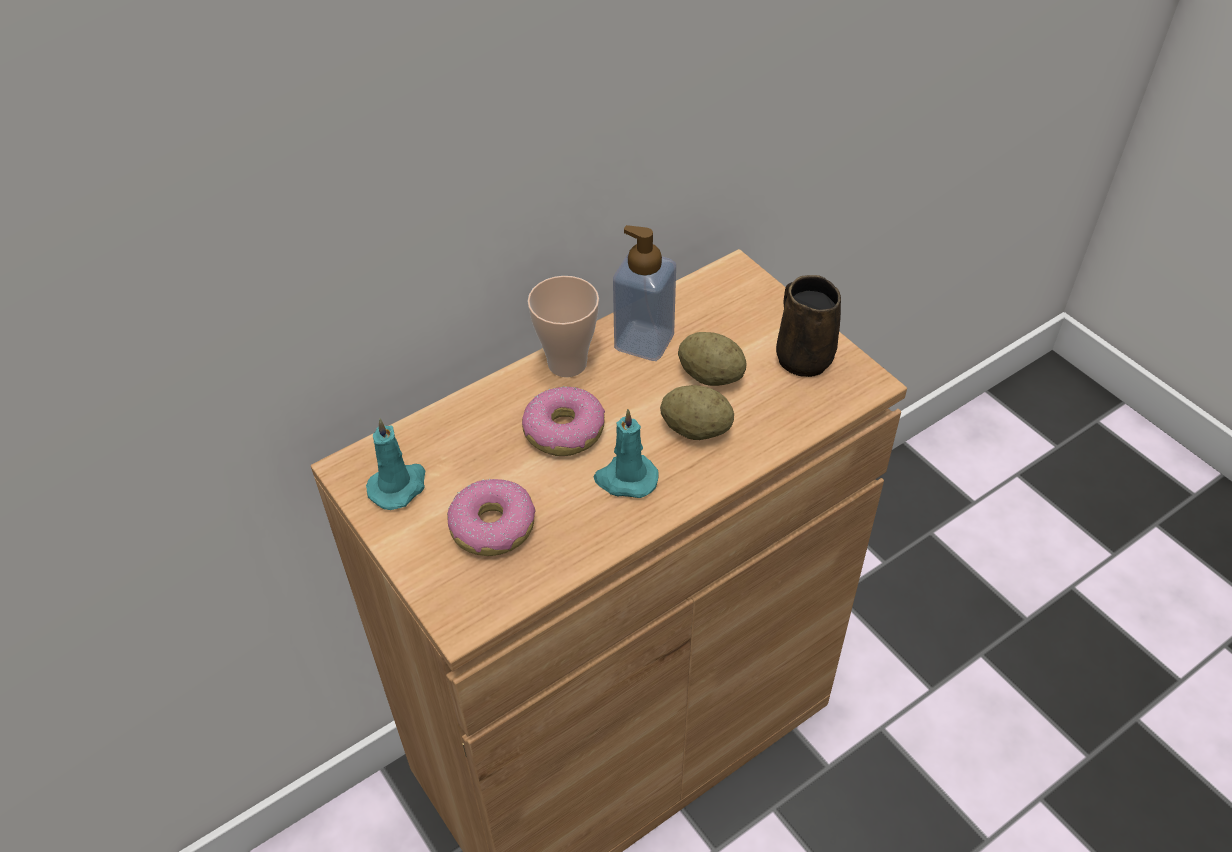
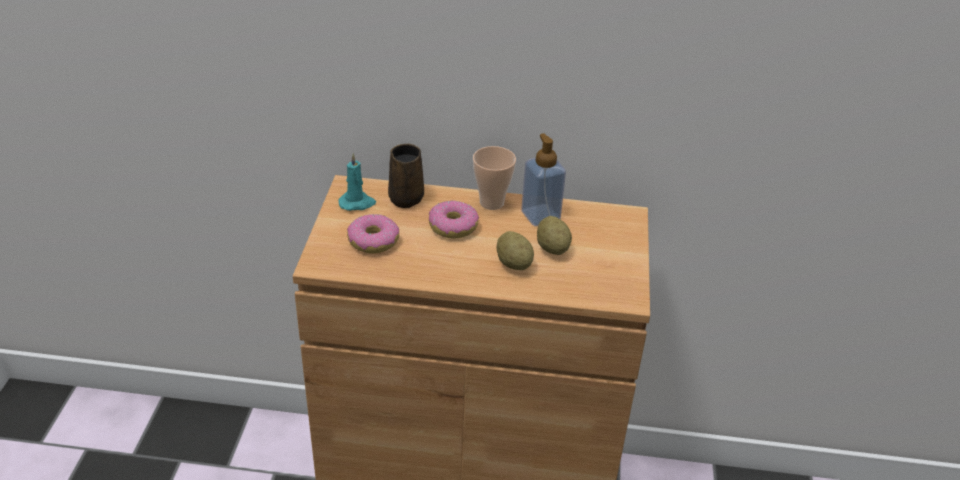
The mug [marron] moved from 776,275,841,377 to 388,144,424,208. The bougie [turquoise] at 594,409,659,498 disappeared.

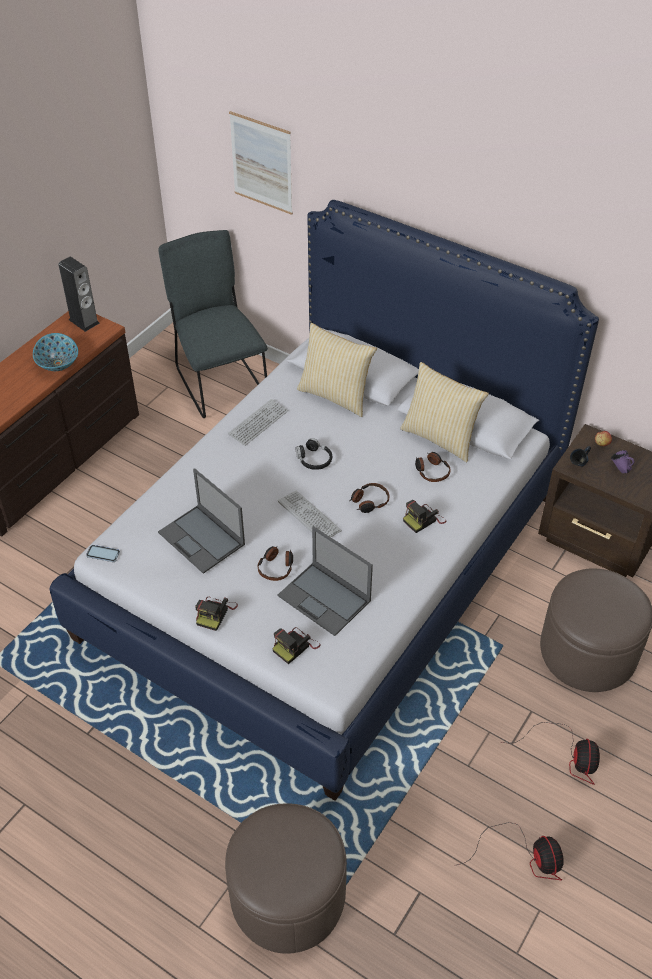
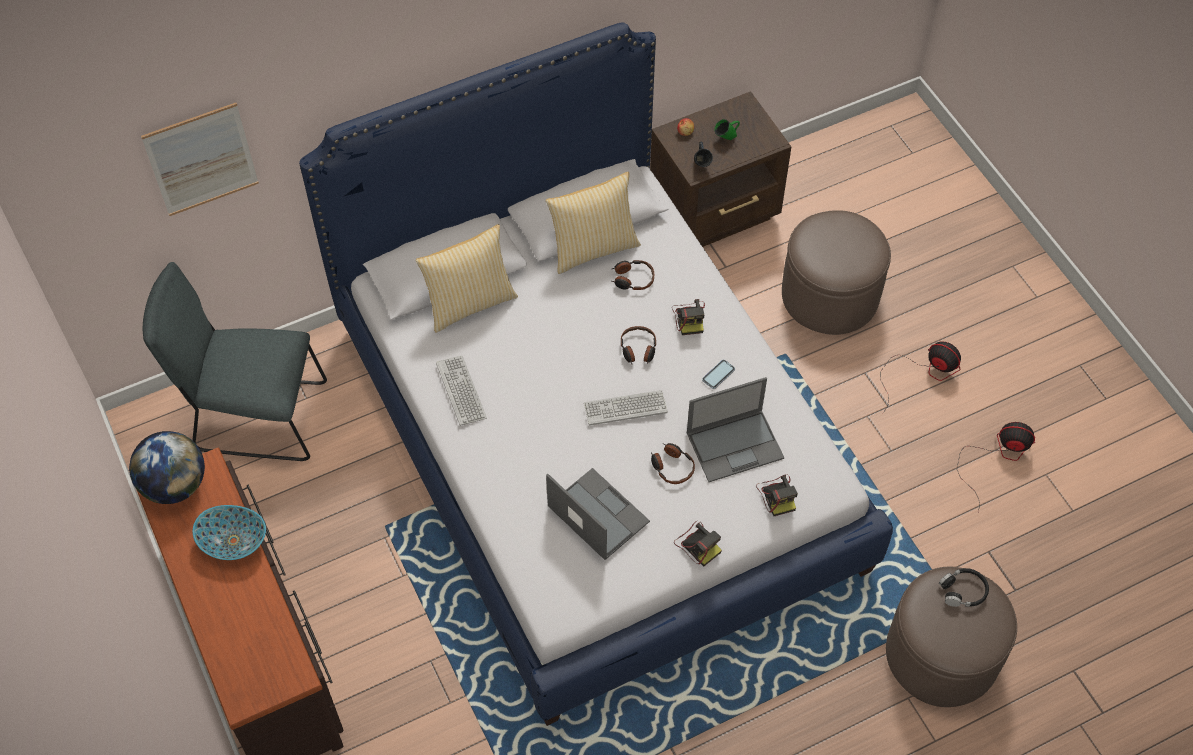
The enceinte at 58,257,100,332 was replaced by the globe at 129,431,205,504. The ordinateur portable at 158,468,245,574 turned 120 degrees counterclockwise. The téléphone moved from 86,545,120,562 to 702,360,735,389. The mug [violet] at 611,450,634,473 became the mug [vert] at 714,119,740,140. The casque audio [noir] moved from 295,438,332,470 to 939,568,989,607.

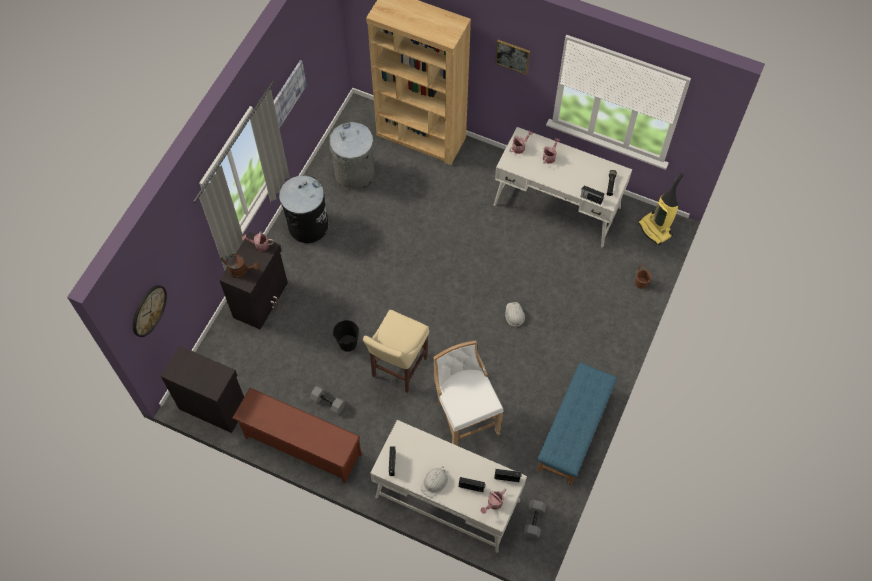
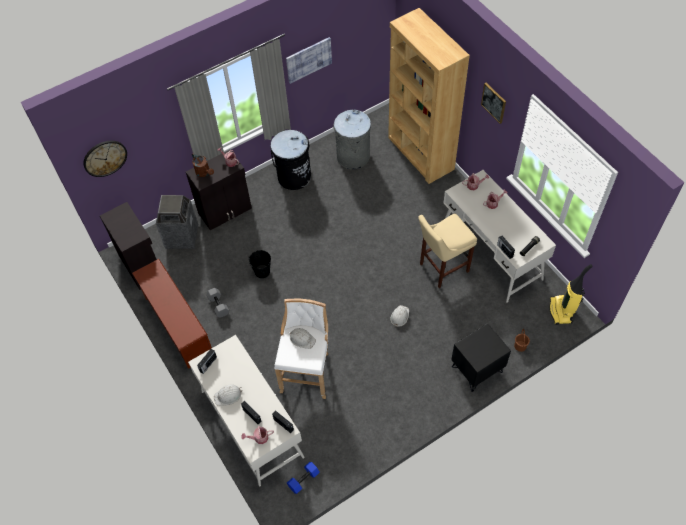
The poubelle at 156,195,198,249 appeared. The haltère [gris] at 523,500,546,539 became the haltère [bleu] at 287,462,320,494. The casque de chantier [blanc] at 289,328,316,349 appeared. The tabouret [beige] moved from 363,310,429,393 to 418,213,477,288. The table de chevet [noir] at 451,323,511,392 appeared. The banc [bleu] at 537,362,617,485 disappeared.

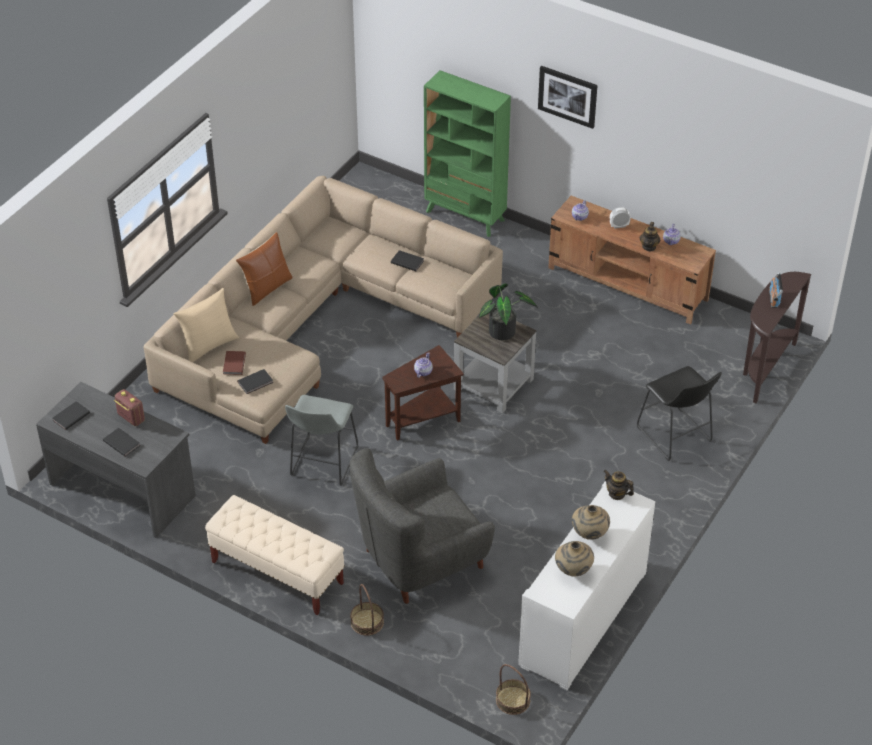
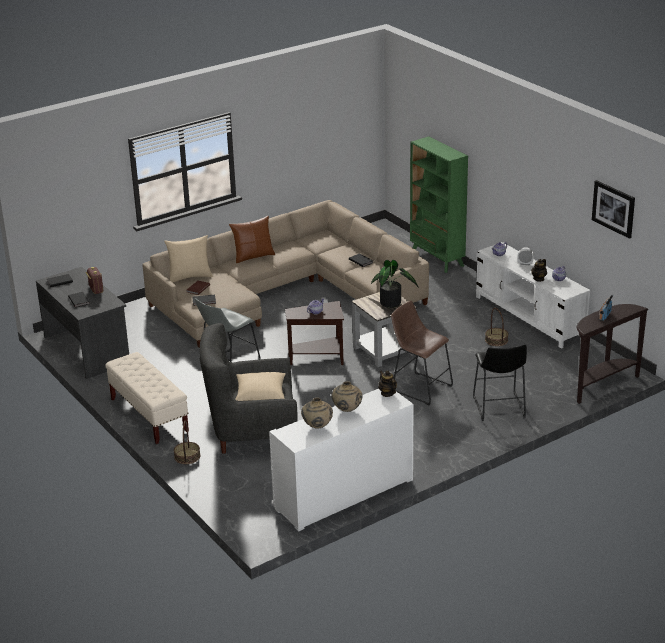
The coussin [beige] at 235,372,286,401 appeared. The tabouret [marron] at 391,301,453,405 appeared. The meuble télé [marron] at 548,196,716,324 became the meuble télé [blanc] at 476,242,590,349. The panier moved from 496,664,531,715 to 485,308,509,346. The tableau moved from 538,66,598,129 to 592,180,635,239.

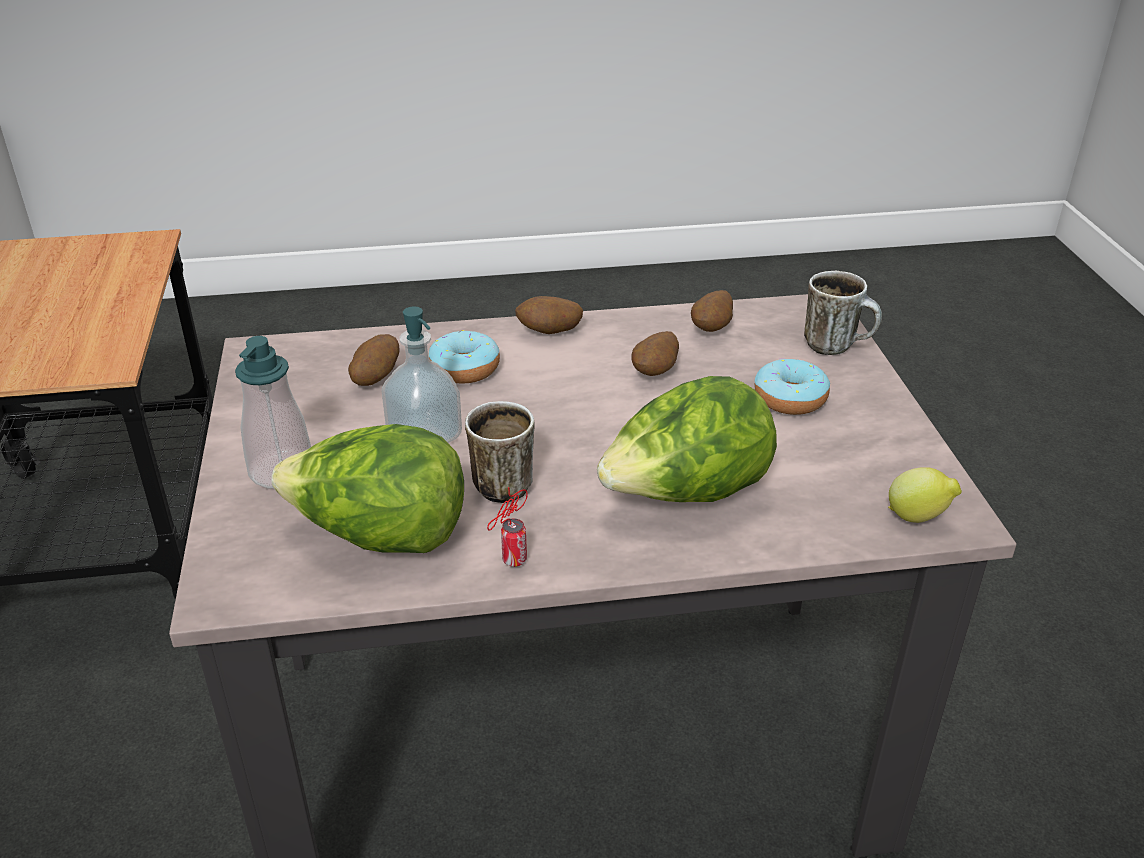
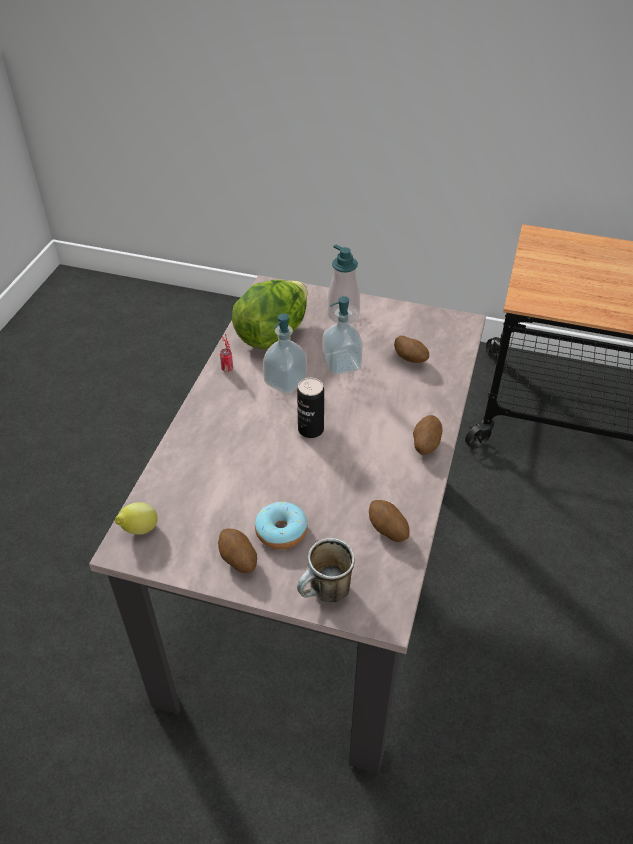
The pomme de terre moved from 631,331,679,376 to 218,528,257,573. The mug at 465,401,535,503 was replaced by the distributeur de savon at 263,314,307,394. The boîte métallique at 297,378,324,438 appeared. The beignet at 428,330,500,383 disappeared. The laitue at 597,376,777,502 disappeared.

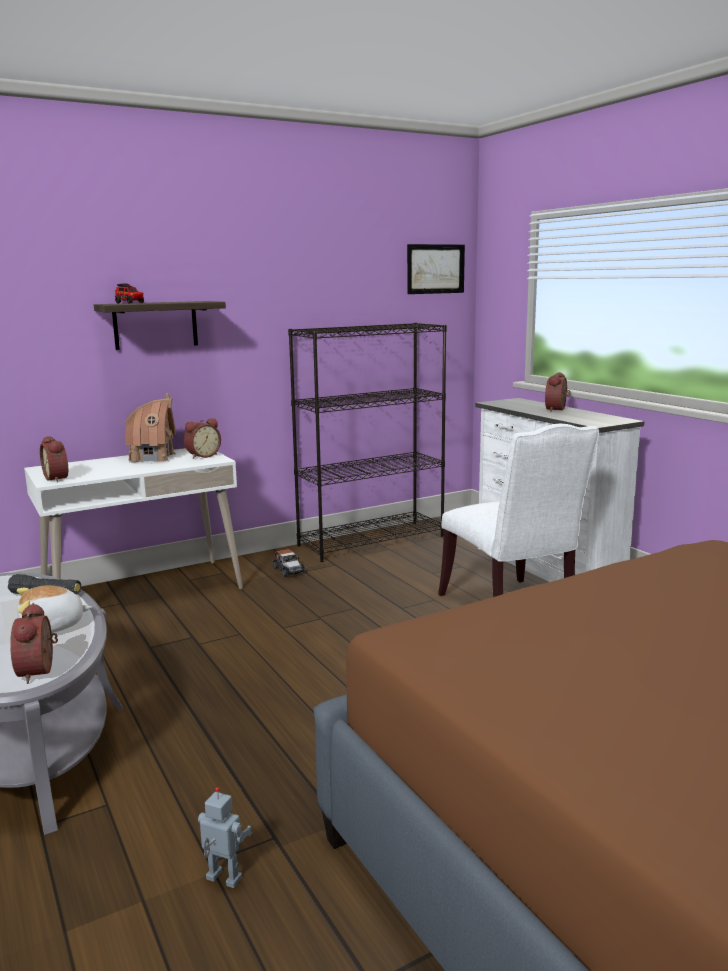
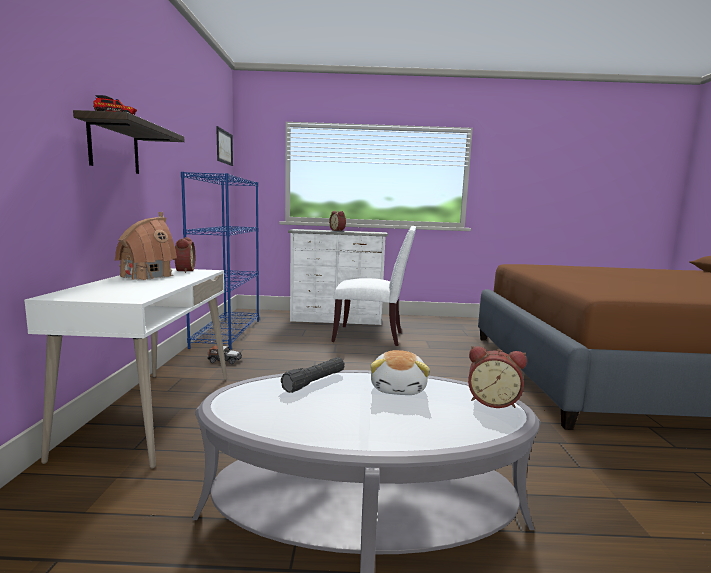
The bibliothèque [noir] at 288,323,447,562 became the bibliothèque [bleu] at 181,172,259,350. The réveil at 40,436,68,482 disappeared. The robot jouet at 198,787,252,888 disappeared.

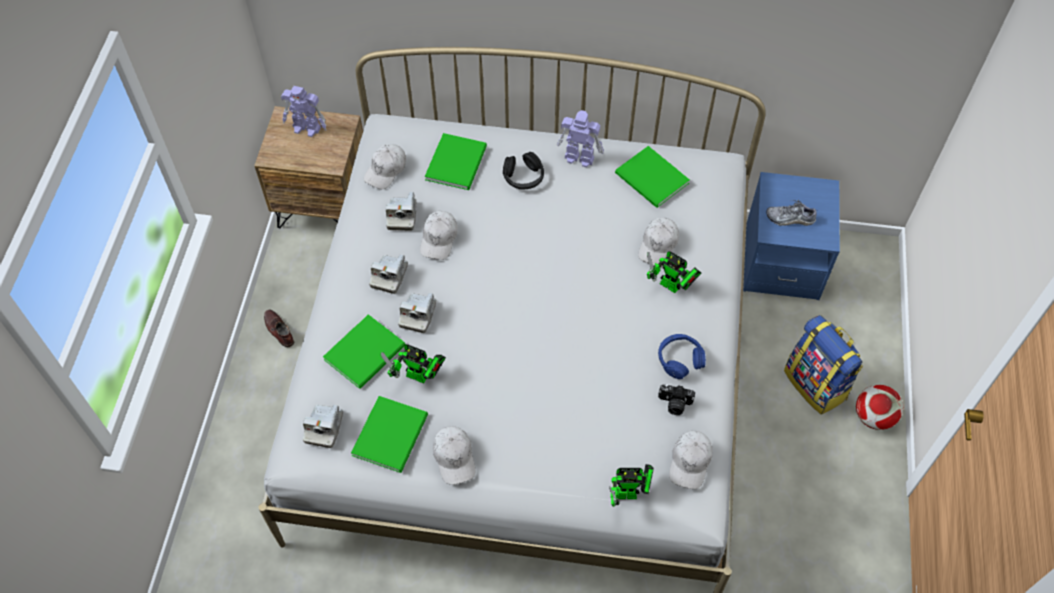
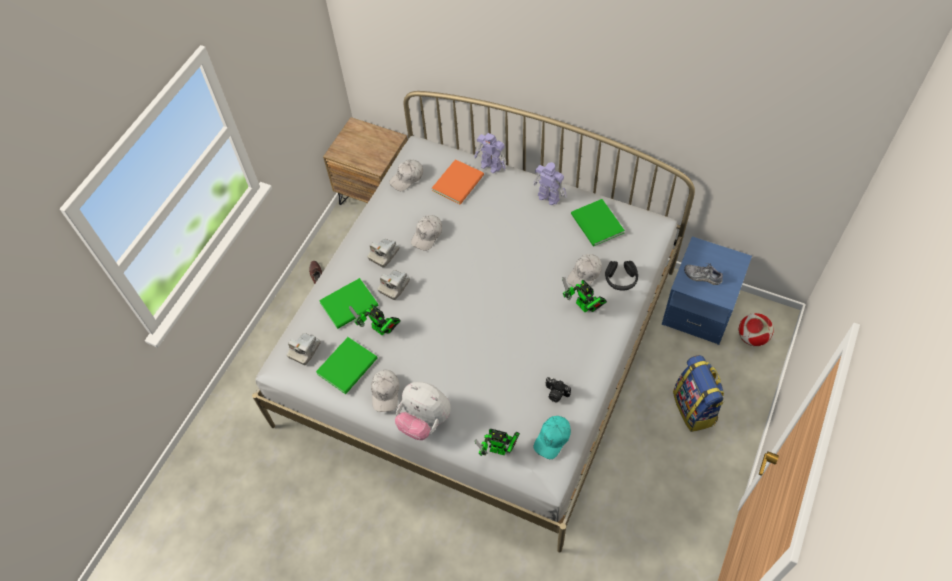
The peluche at 395,382,451,440 appeared. The livre [vert] at 425,133,487,190 became the livre [orange] at 432,159,484,204. The robot jouet moved from 281,86,326,137 to 474,133,506,173. The casquette [blanc] at 669,431,713,489 became the casquette [turquoise] at 533,416,571,459. The casque audio [noir] moved from 503,152,544,189 to 605,261,638,291. The ballon de foot moved from 856,385,903,430 to 738,313,774,346. The appareil photo at 386,192,416,231 disappeared. The casque audio [bleu] at 658,334,706,379 disappeared.

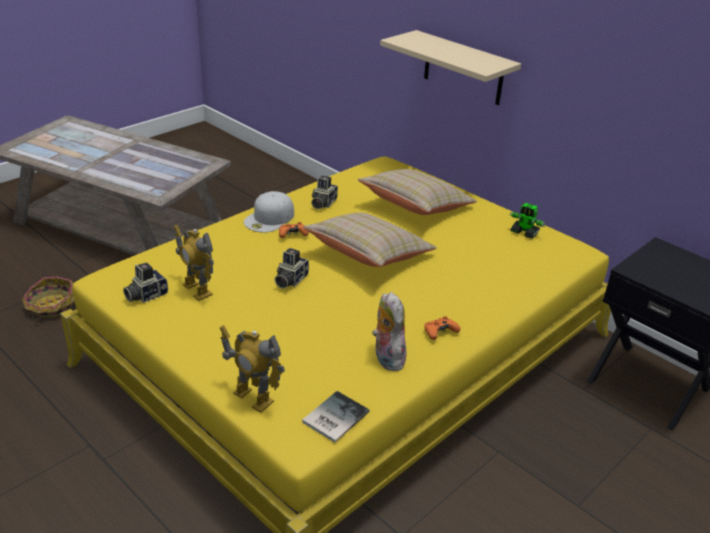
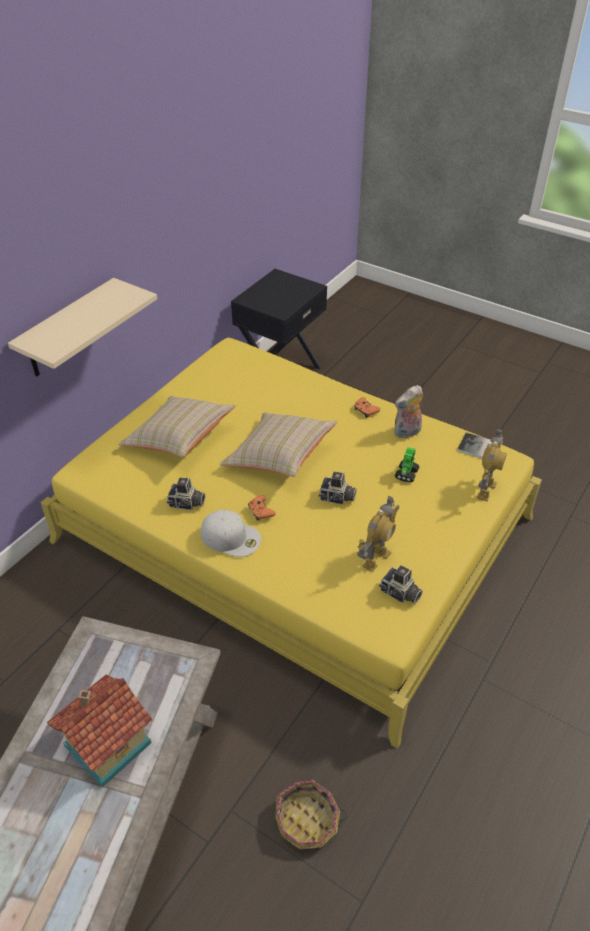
The maison miniature at 47,675,153,787 appeared. The robot jouet moved from 510,203,546,239 to 395,447,420,482.

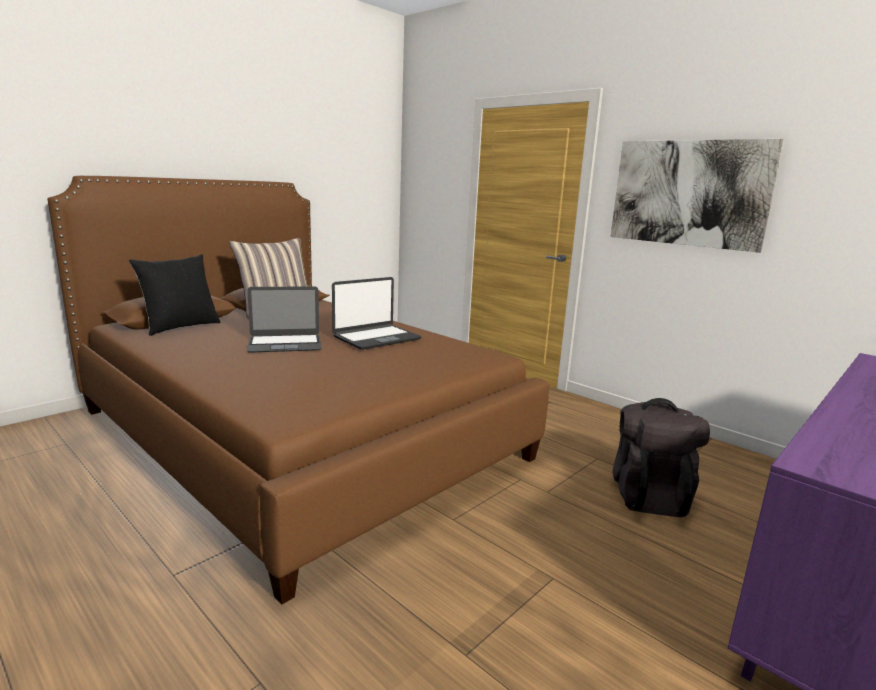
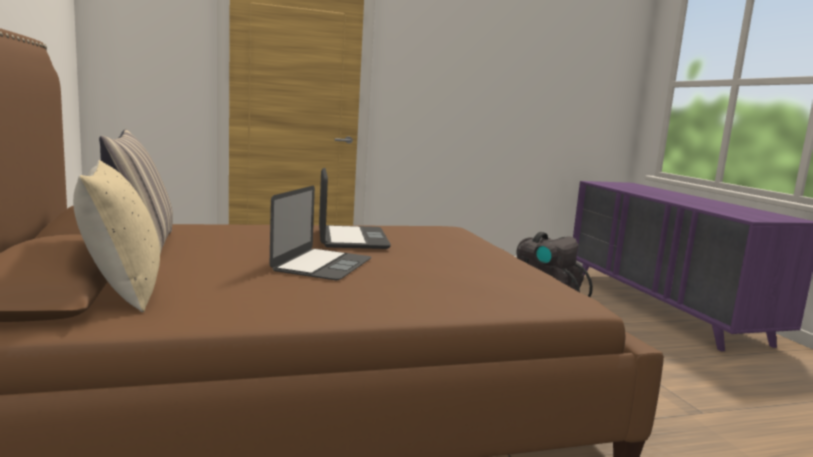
The coussin [noir] at 129,254,221,336 became the coussin [beige] at 73,160,160,312. The tableau at 610,139,785,253 disappeared.

